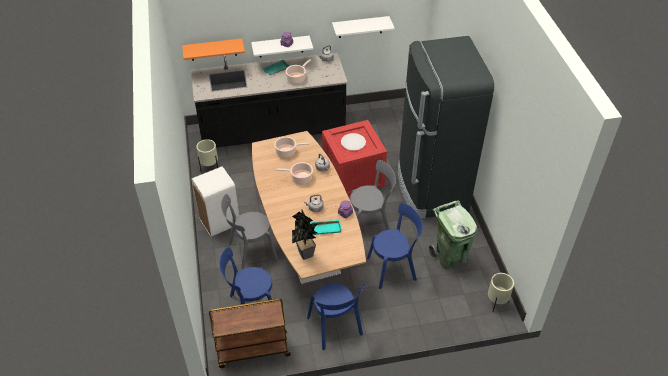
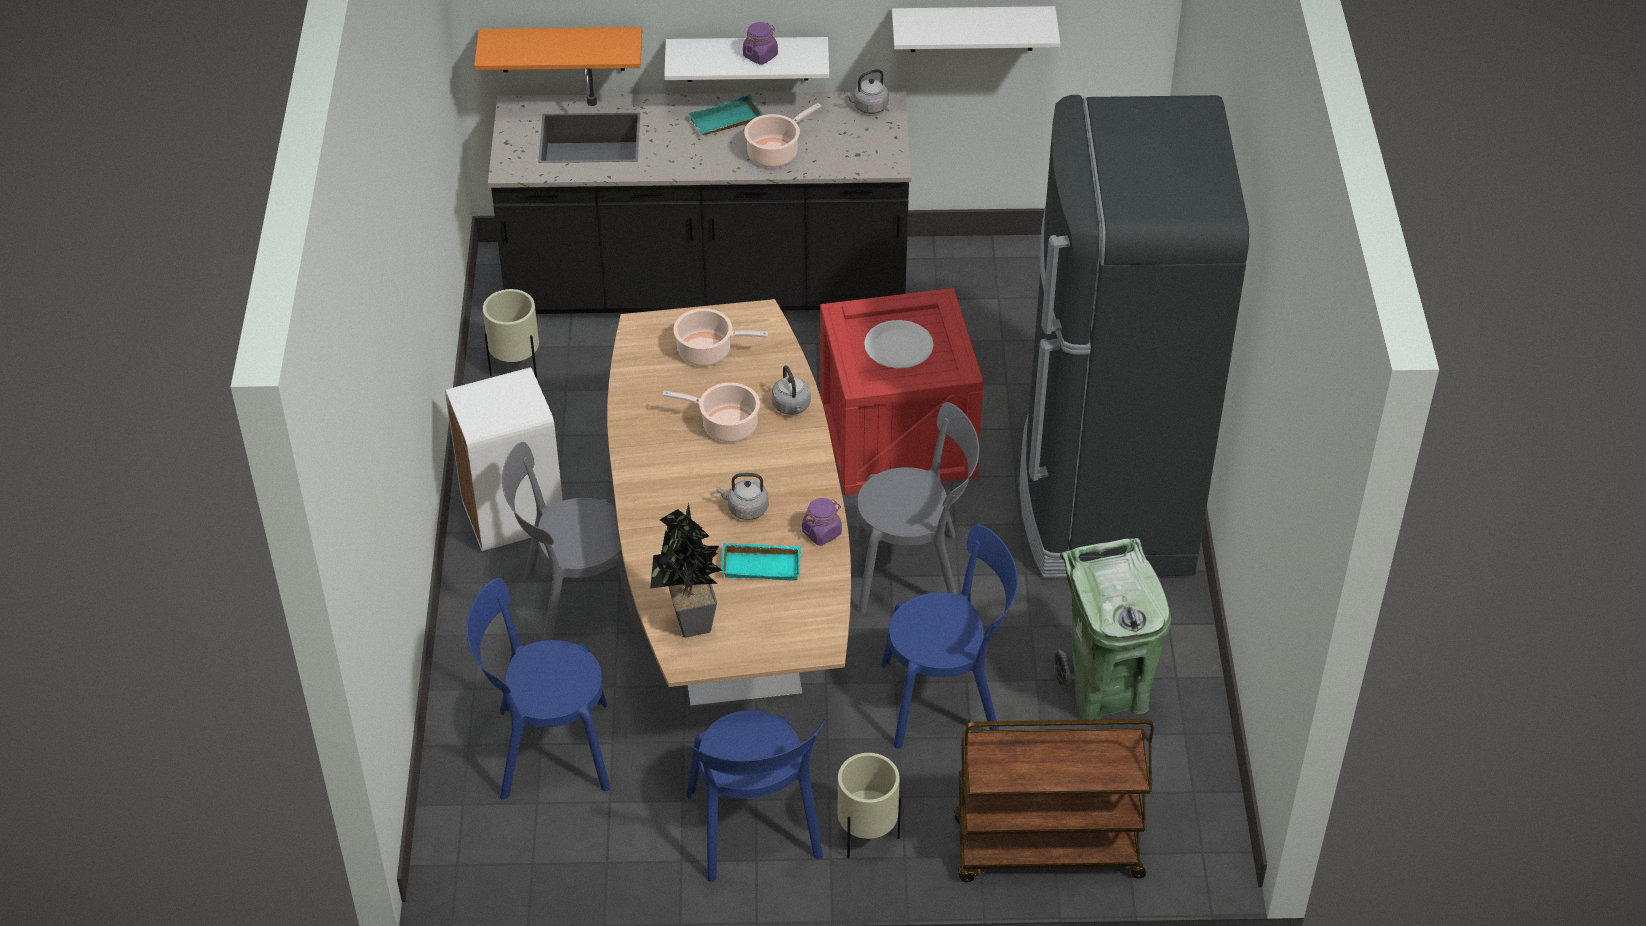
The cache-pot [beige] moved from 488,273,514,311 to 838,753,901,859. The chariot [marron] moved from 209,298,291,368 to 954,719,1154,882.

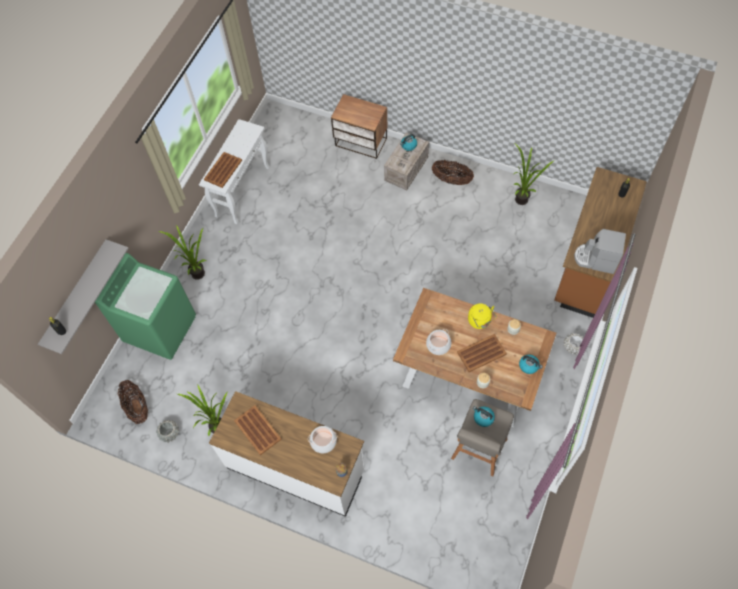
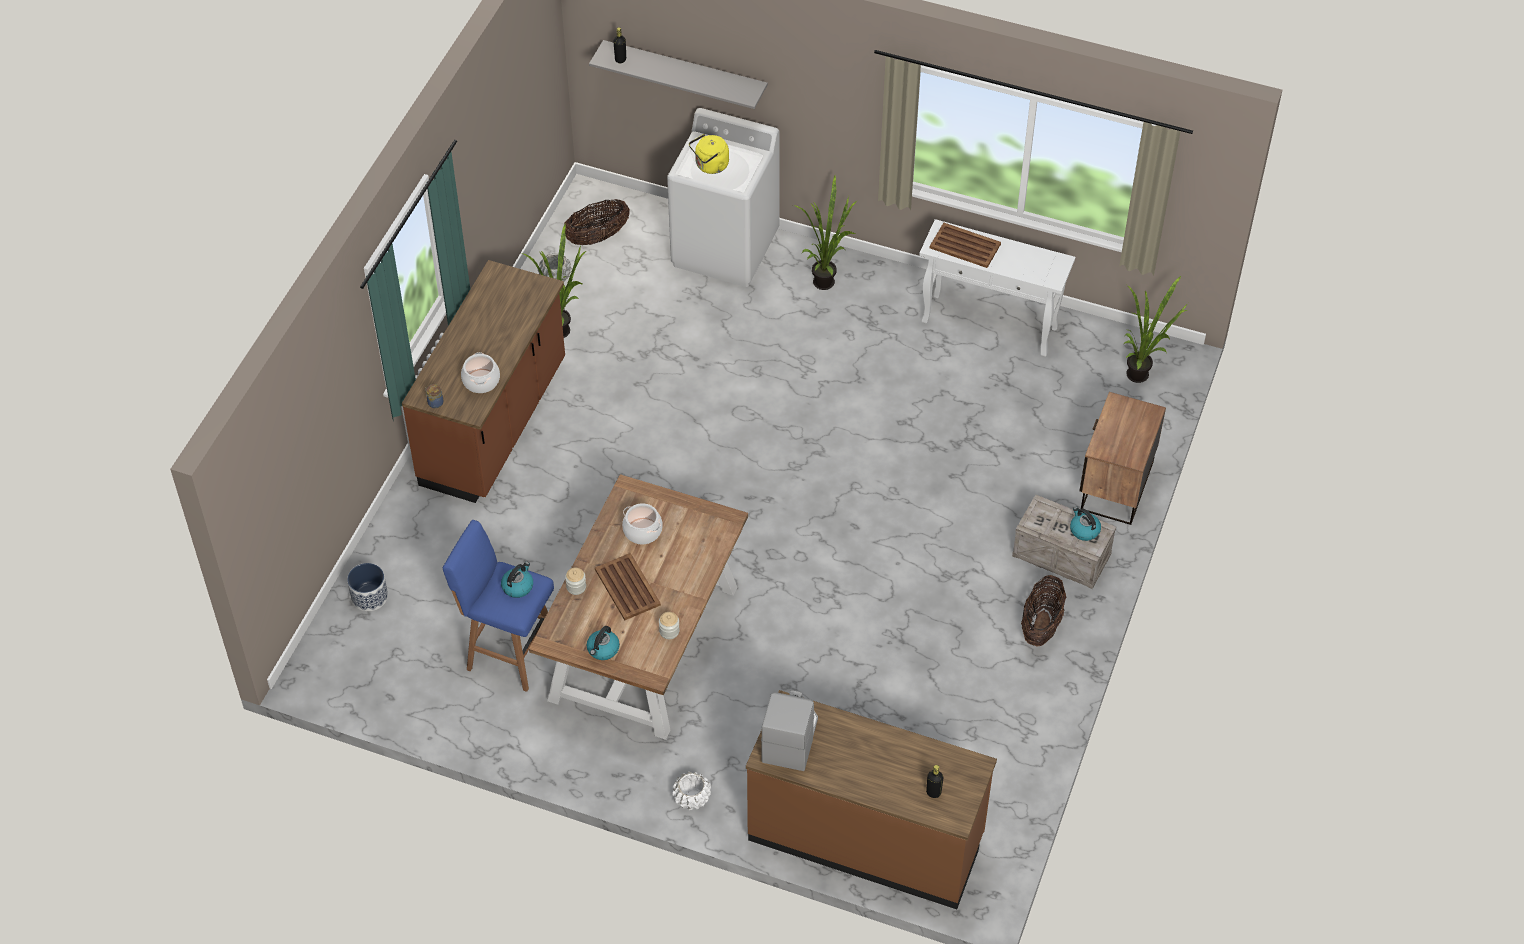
The cache-pot at 347,563,388,611 appeared. The comptoir de cuisine [blanc] at 209,391,365,517 became the comptoir de cuisine [marron] at 402,260,565,503. The tabouret [gris] at 451,399,514,476 became the tabouret [bleu] at 443,520,554,692. The lave-linge [vert] at 95,253,196,360 became the lave-linge [blanc] at 667,108,779,287. The bouilloire [jaune] moved from 468,303,497,329 to 689,134,729,174. The plante en pot moved from 513,144,553,205 to 1124,276,1188,383. The plateau [marron] at 234,405,282,455 disappeared.

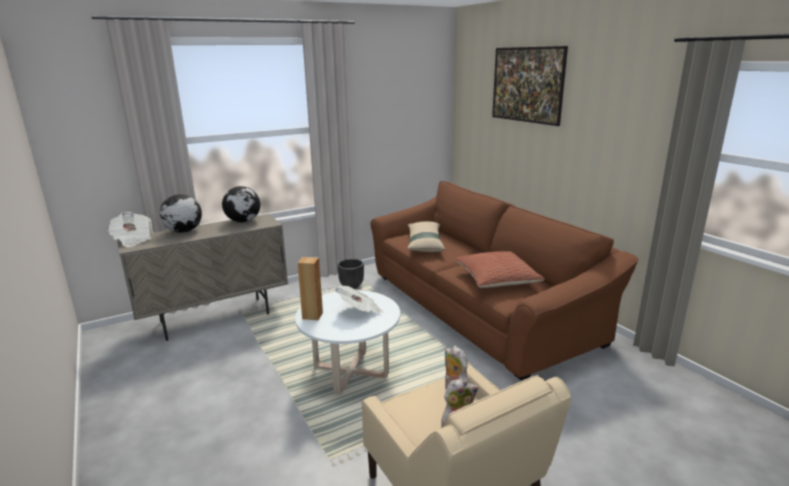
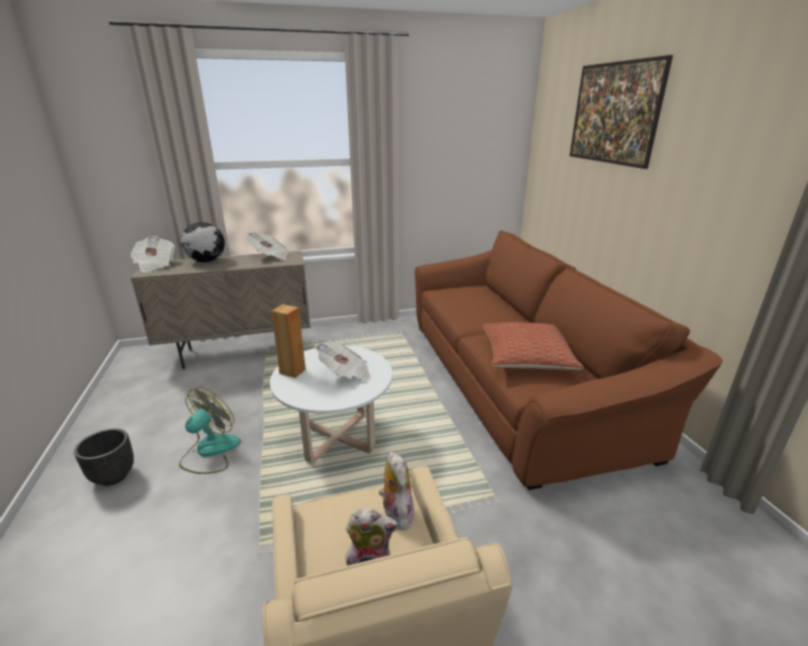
The cache-pot [noir] moved from 337,259,364,289 to 74,428,134,486. The ventilateur at 179,387,241,474 appeared. The globe at 222,186,260,222 was replaced by the journal at 247,232,289,260. The coussin [beige] at 407,221,445,252 disappeared.

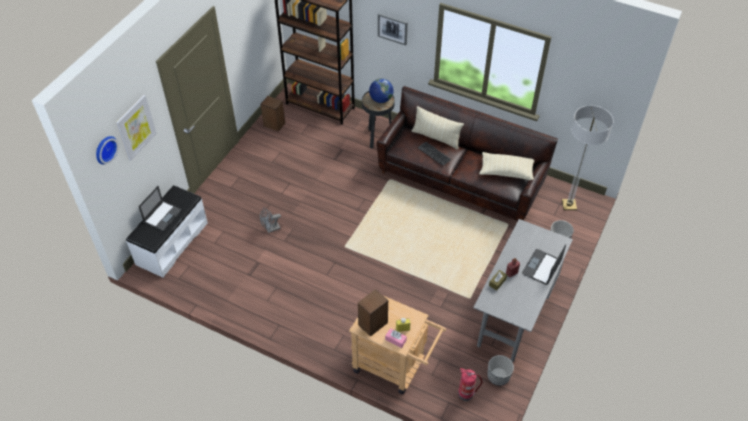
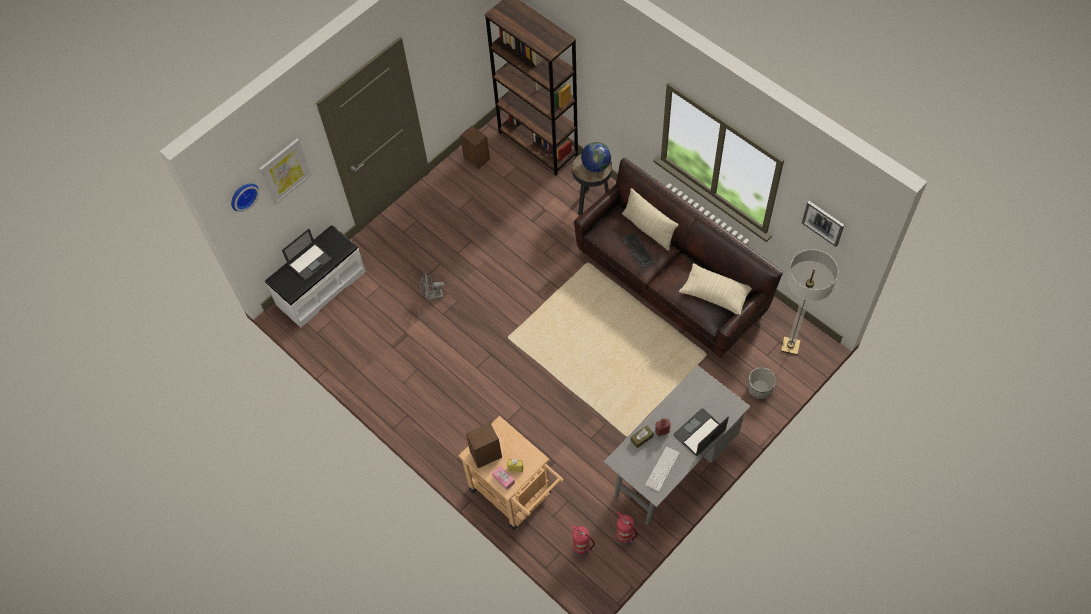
The cache-pot at 487,355,514,386 was replaced by the extincteur at 616,511,637,545. The clavier at 645,446,679,492 appeared. The tableau moved from 378,13,408,45 to 802,201,844,247.

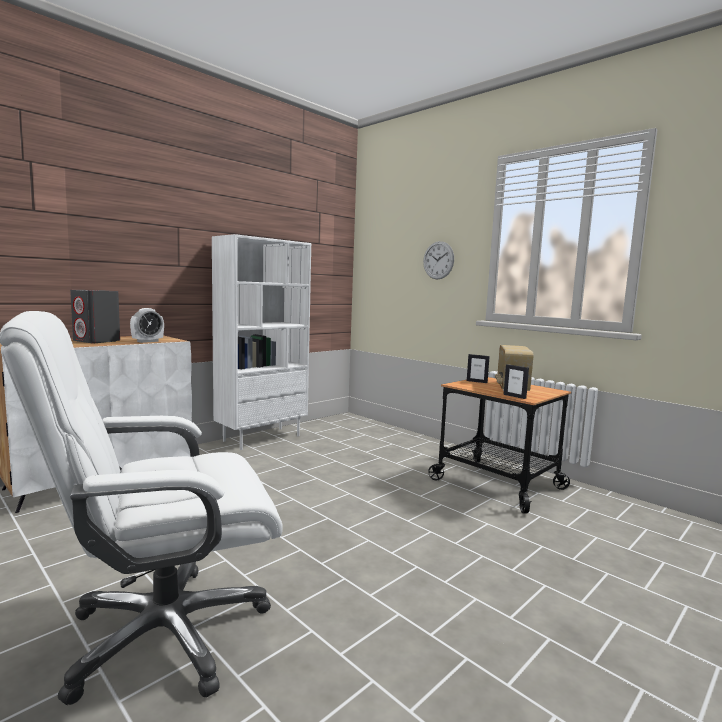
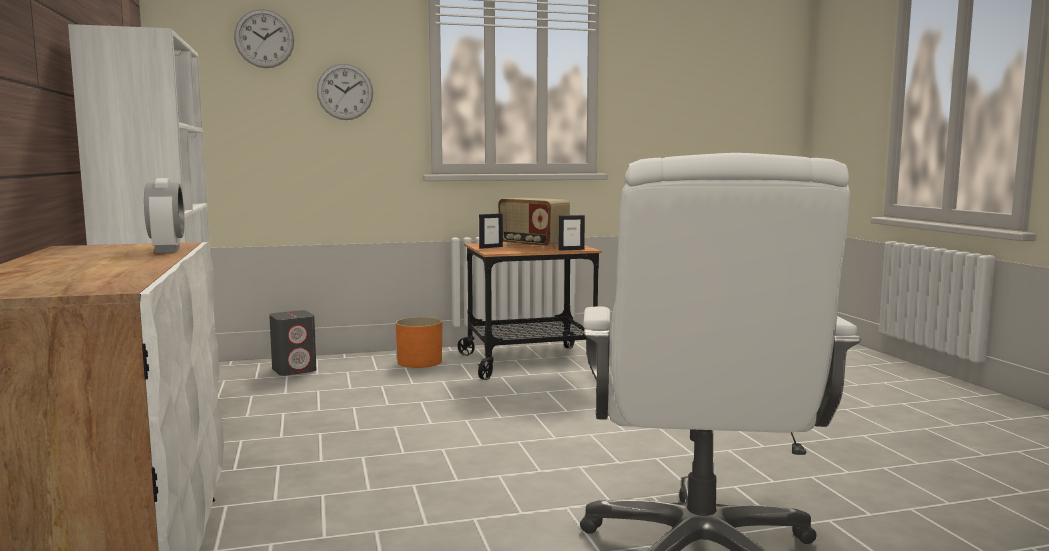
The horloge murale at 234,9,294,68 appeared. The enceinte [gris] moved from 70,290,120,343 to 269,310,317,376. The cache-pot [orange] at 396,317,442,368 appeared.

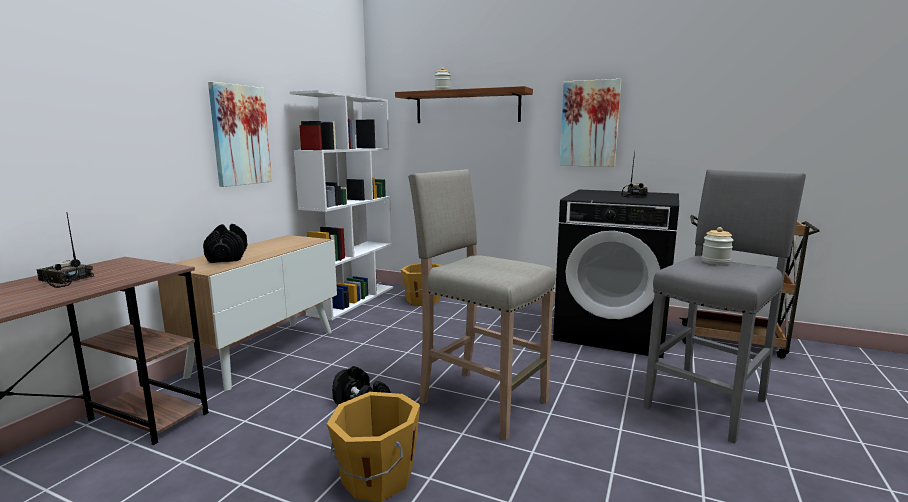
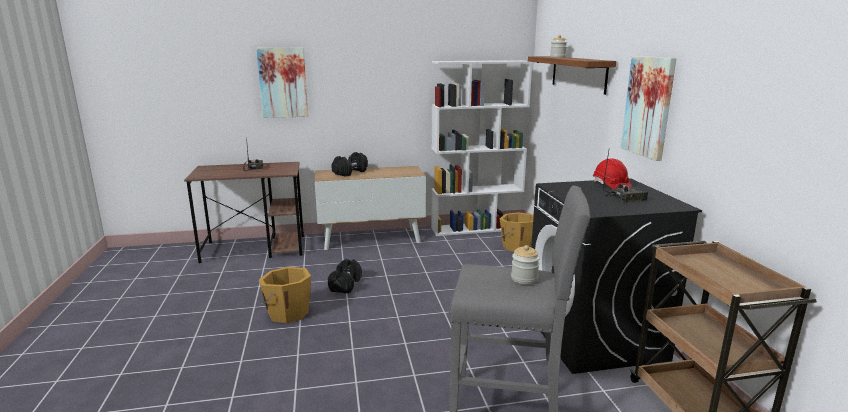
The tableau moved from 208,82,272,187 to 256,47,308,118. The casque de chantier [rouge] at 593,159,632,189 appeared. The tabouret [beige] at 408,169,556,440 disappeared.

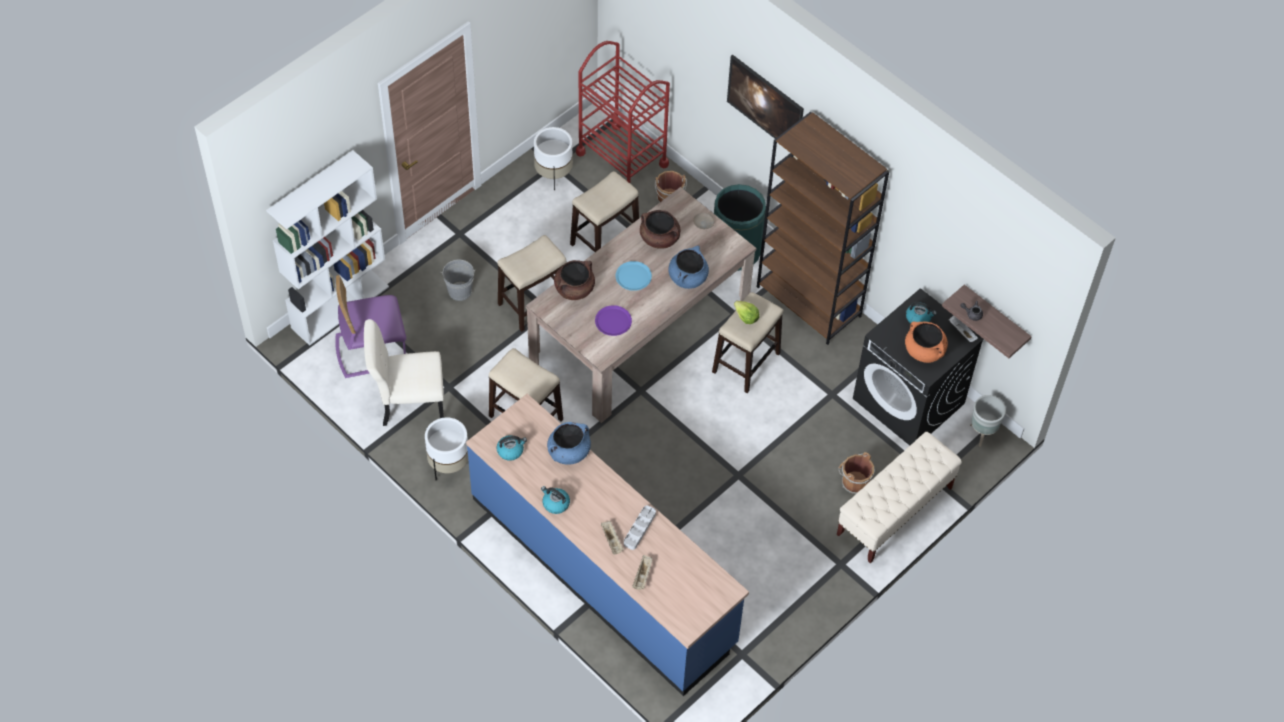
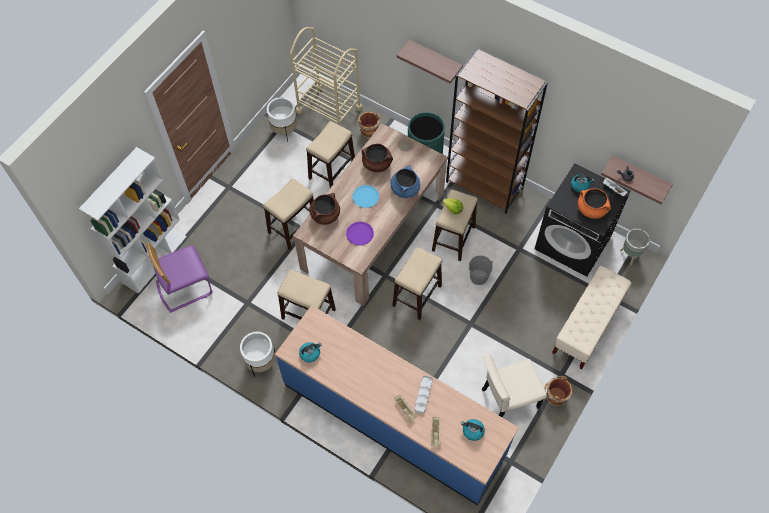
The chariot [rouge] at 576,41,670,183 became the chariot [beige] at 290,27,362,125. The tabouret at 392,247,442,320 appeared. The tableau at 727,54,804,139 was replaced by the étagère at 397,40,463,84. The bouilloire moved from 541,486,570,514 to 461,419,485,441. The seau [gris] moved from 440,259,476,301 to 469,255,493,285. The chaise [beige] moved from 364,319,444,426 to 482,353,547,417. The seau [marron] moved from 839,452,874,494 to 544,376,572,406. The marmite [bleu] at 547,422,591,465 disappeared.

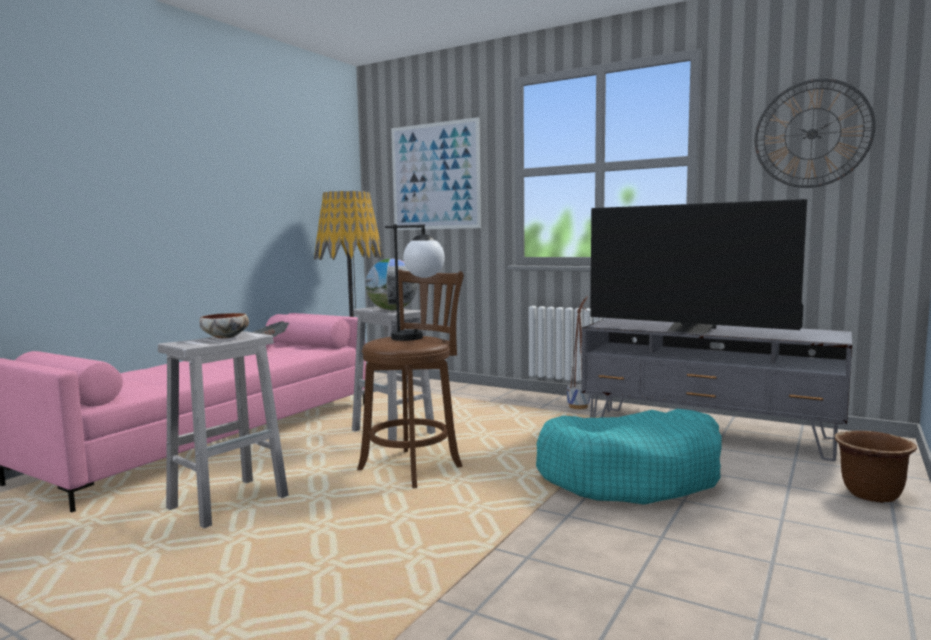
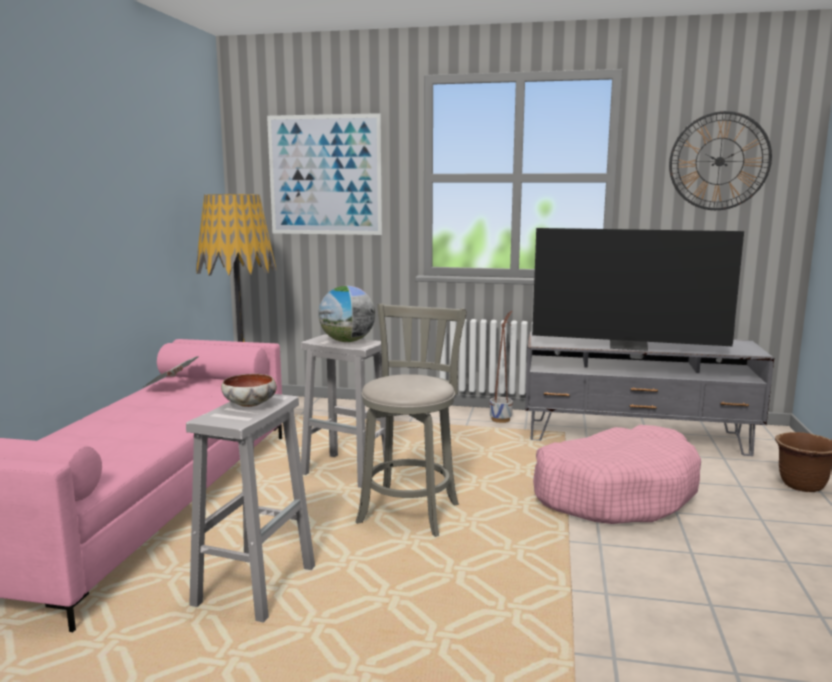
The tabouret [marron] at 357,270,464,488 became the tabouret [gris] at 356,304,467,537. The panier pour chien [turquoise] at 536,409,722,505 became the panier pour chien [rose] at 533,425,701,524. The lampe de table at 385,224,445,341 disappeared.

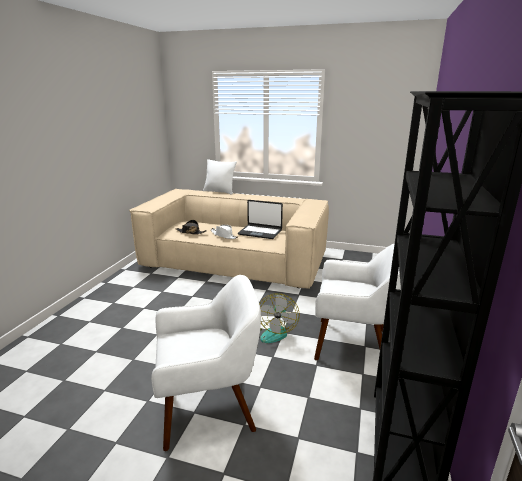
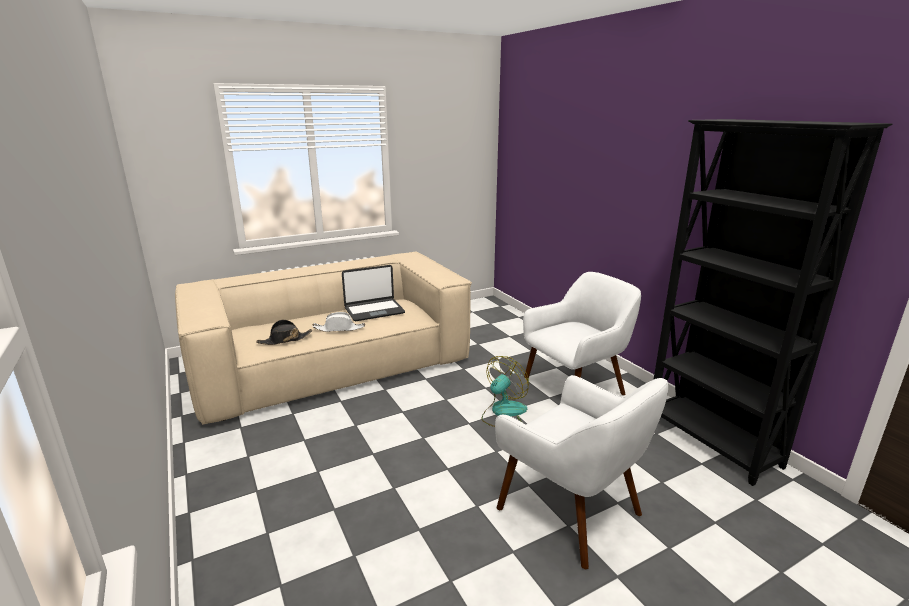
The ventilateur at 259,293,300,343 turned 105 degrees counterclockwise. The fauteuil [blanc] at 151,275,261,451 turned 105 degrees clockwise. The coussin [blanc] at 203,159,237,195 disappeared.

